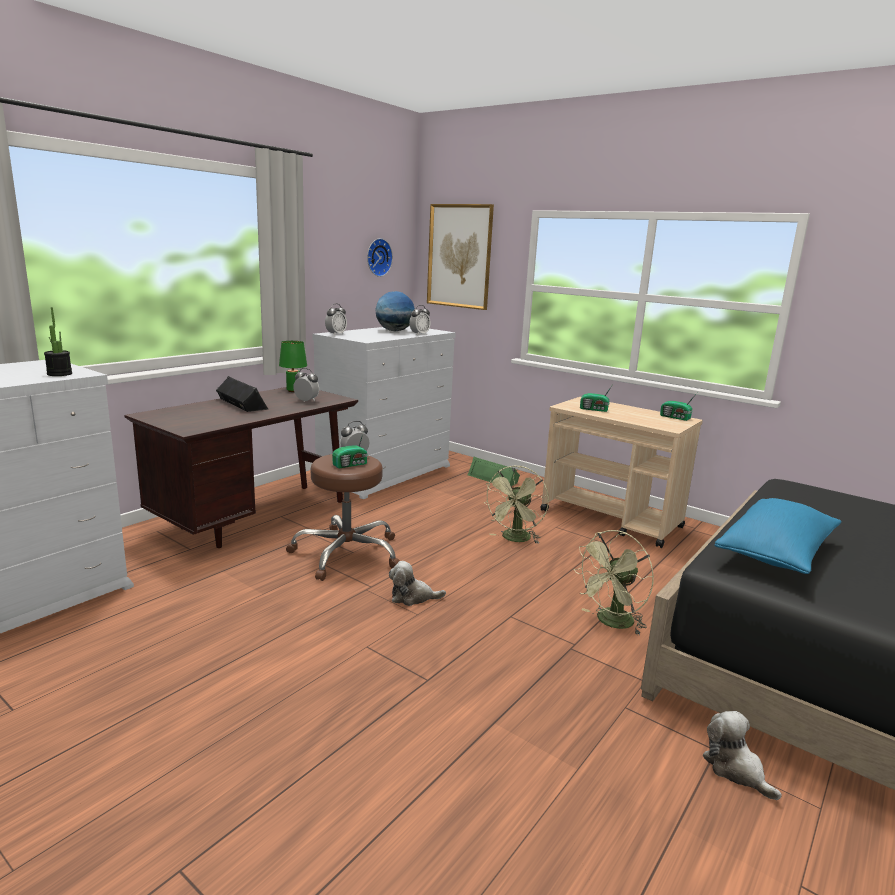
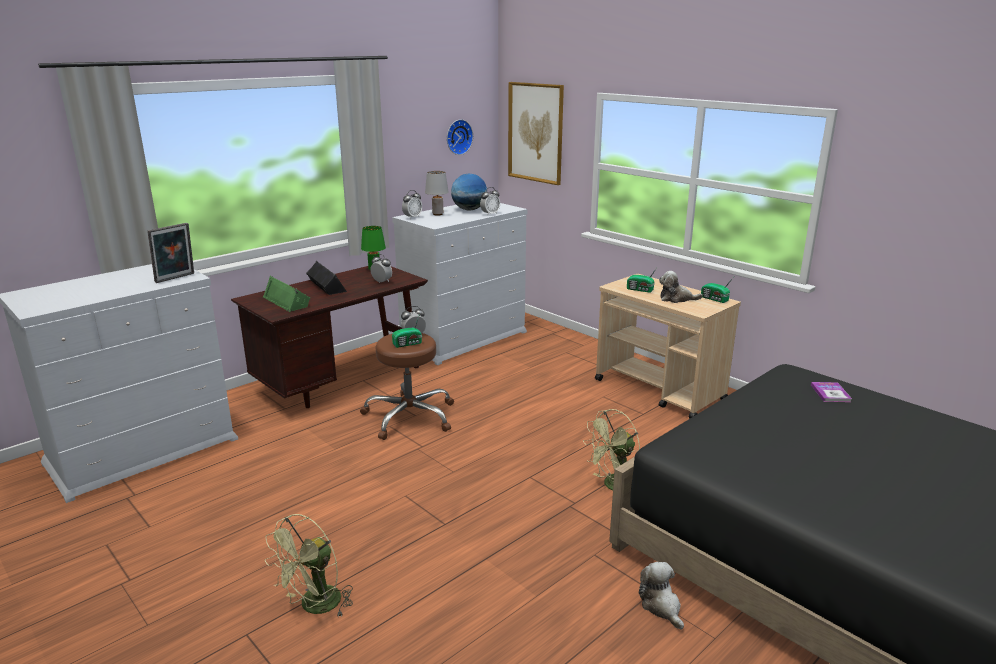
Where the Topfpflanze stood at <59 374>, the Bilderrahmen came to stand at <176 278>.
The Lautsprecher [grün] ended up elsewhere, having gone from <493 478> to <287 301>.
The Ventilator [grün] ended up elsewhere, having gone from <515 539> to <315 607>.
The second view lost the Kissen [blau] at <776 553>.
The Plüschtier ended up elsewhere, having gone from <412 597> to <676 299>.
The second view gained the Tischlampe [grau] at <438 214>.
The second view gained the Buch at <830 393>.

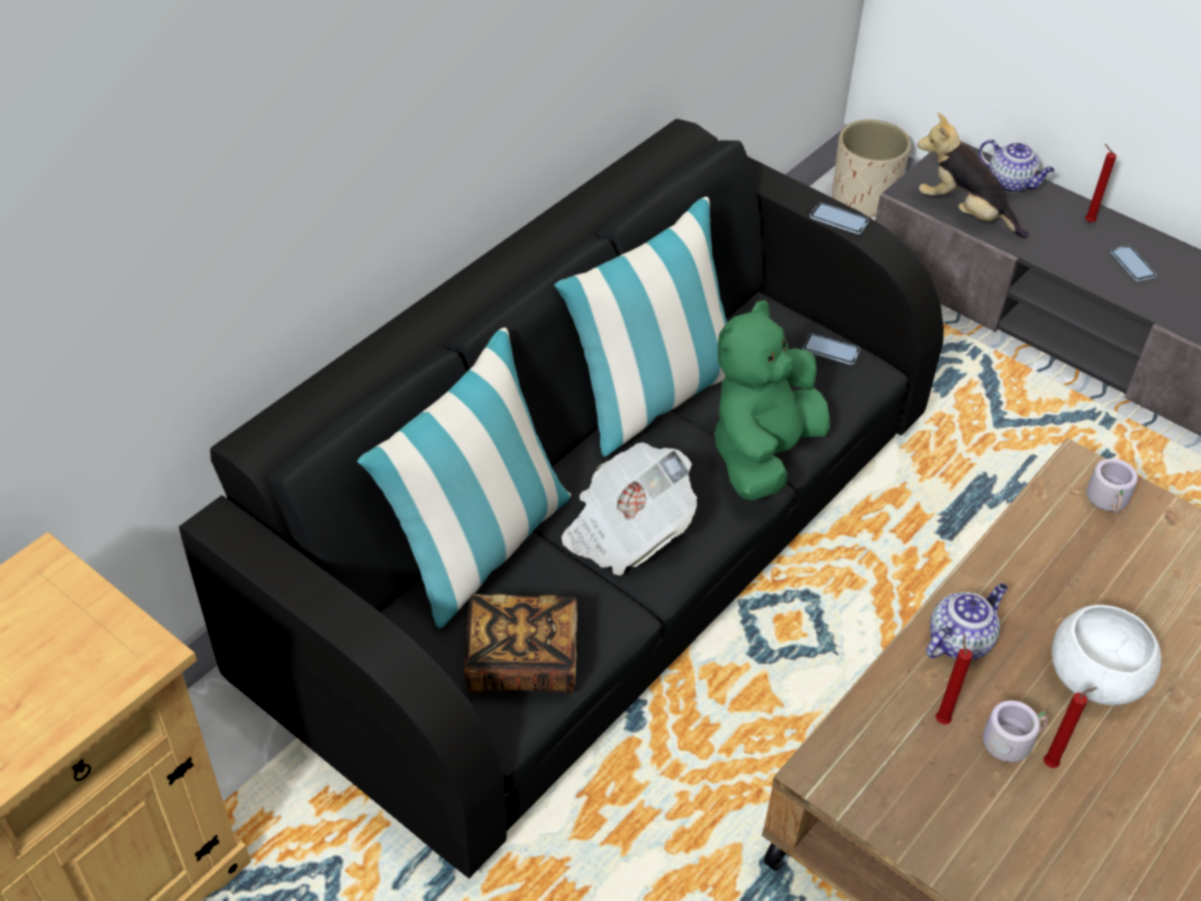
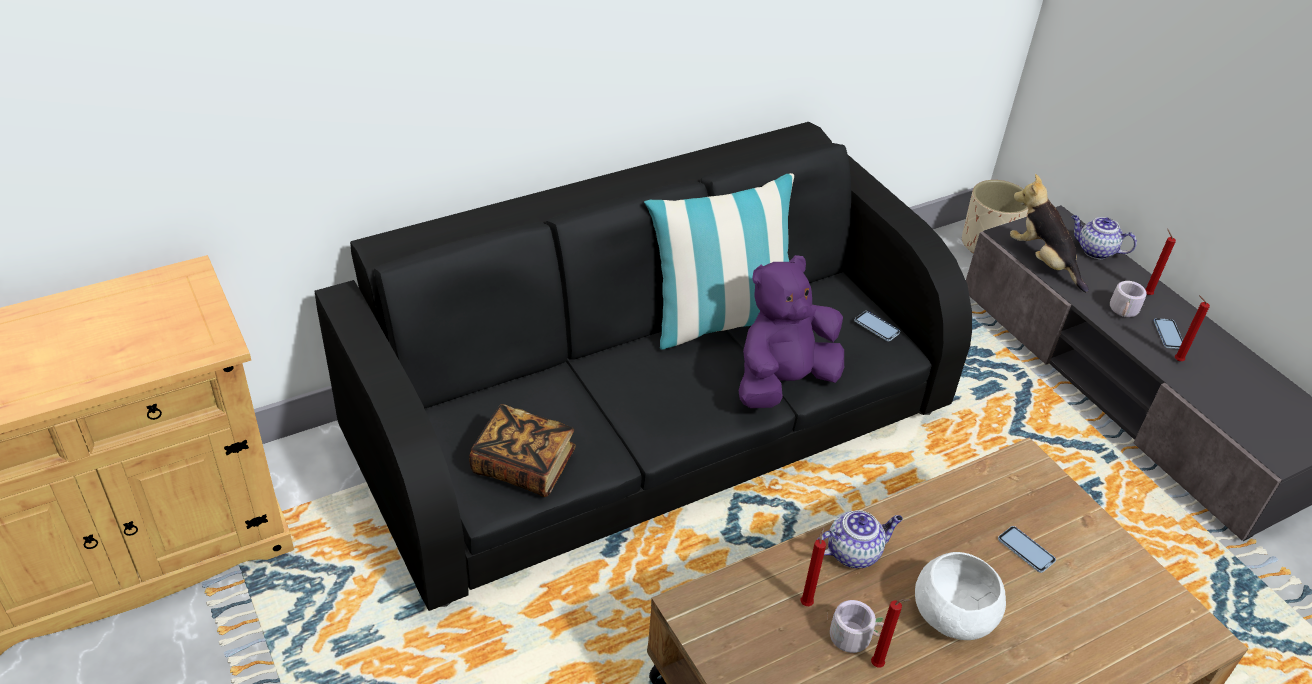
The Teekanne at <1011 183> ended up facing another way, 150 degrees clockwise from before.
The Handy ended up elsewhere, having gone from <839 220> to <1026 550>.
What was the Plüschtier [grün] at <762 453> turned into the Plüschtier [lila] at <782 382>.
The second view lost the Kissen at <480 548>.
The second view lost the Zeitung at <626 531>.
The Henkelbecher [grau] ended up elsewhere, having gone from <1110 502> to <1125 312>.
The second view gained the Kerze [rot] at <1176 360>.

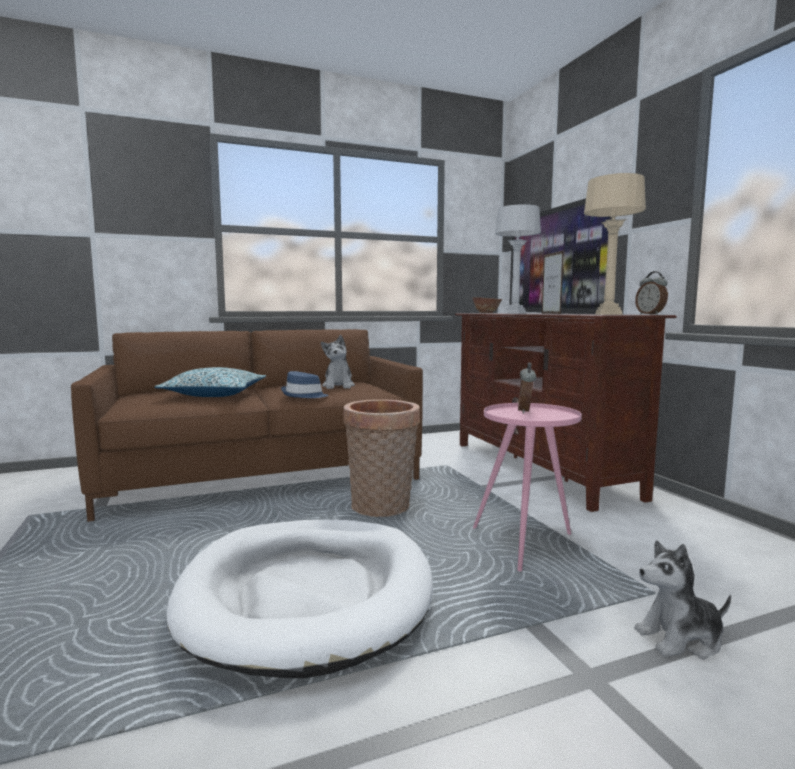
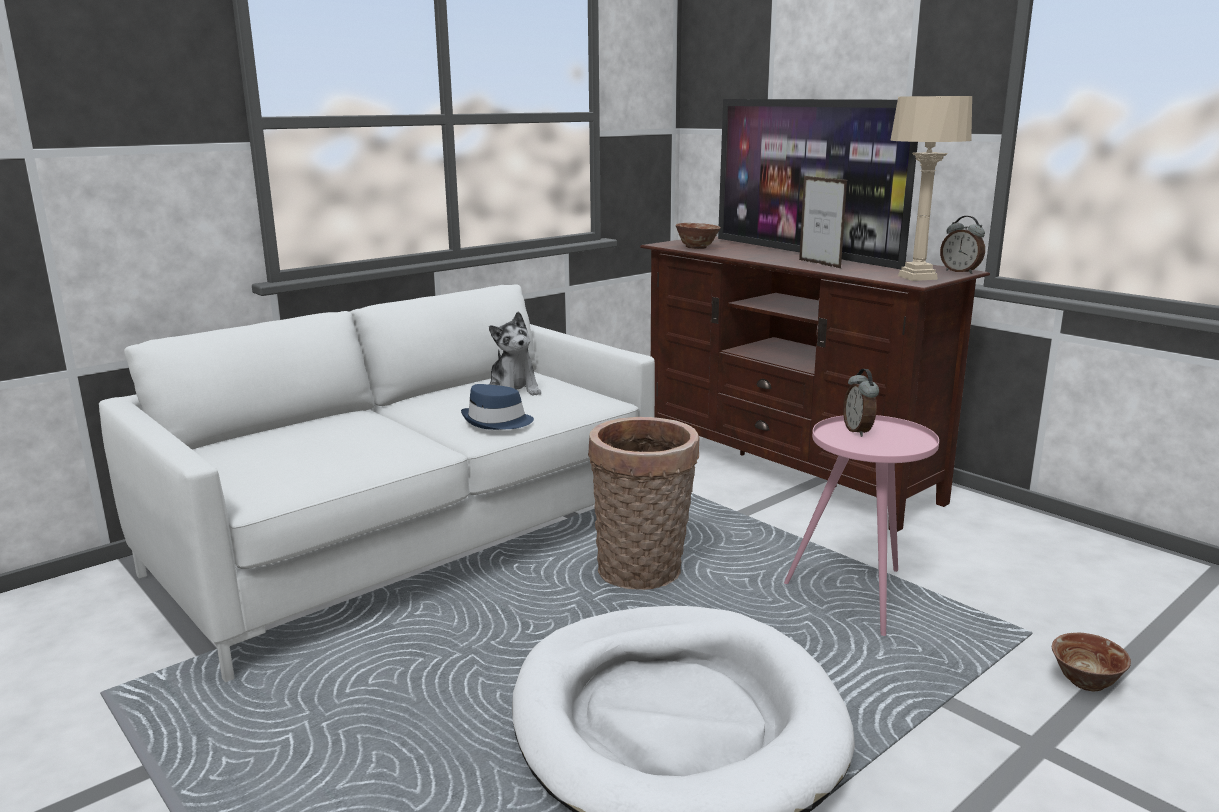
The second view lost the Tischlampe [grau] at <515 313>.
What was the Sofa [braun] at <262 475> turned into the Sofa [weiß] at <411 544>.
The second view lost the Kissen at <215 394>.
Where the Plüschtier stood at <680 639>, the Schüssel came to stand at <1086 682>.

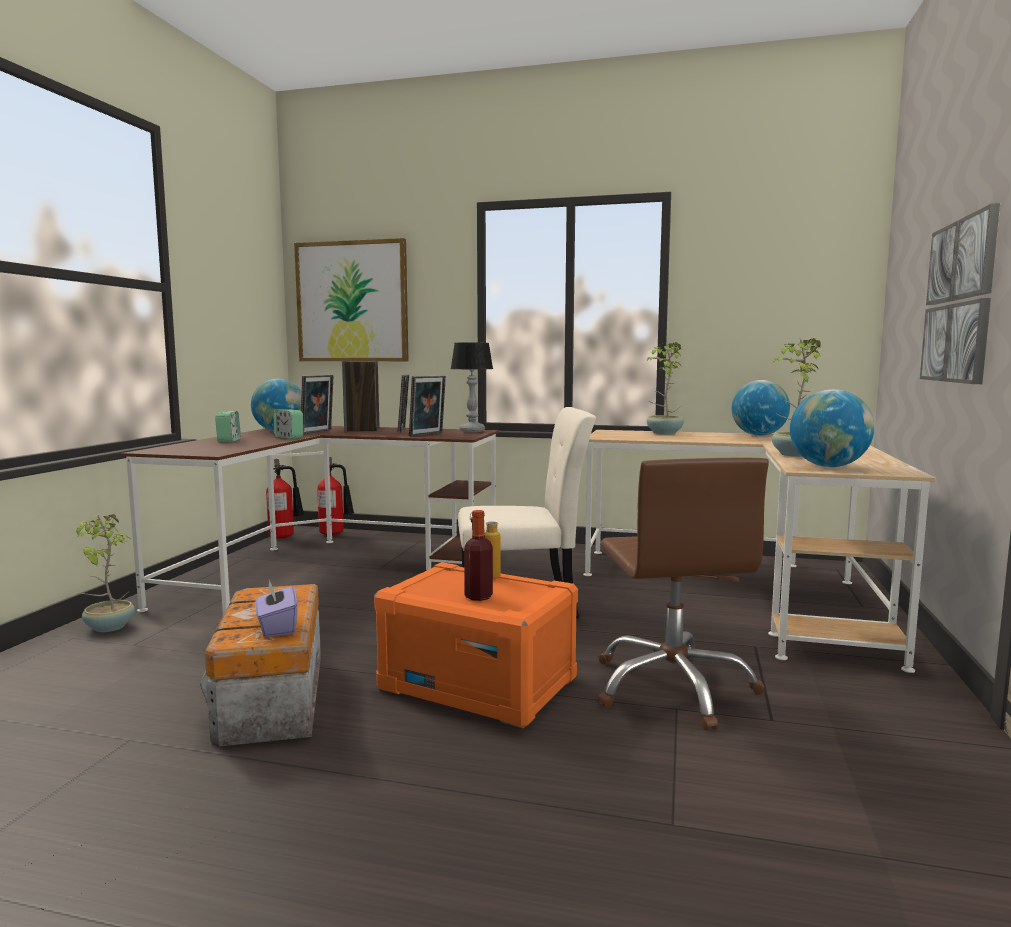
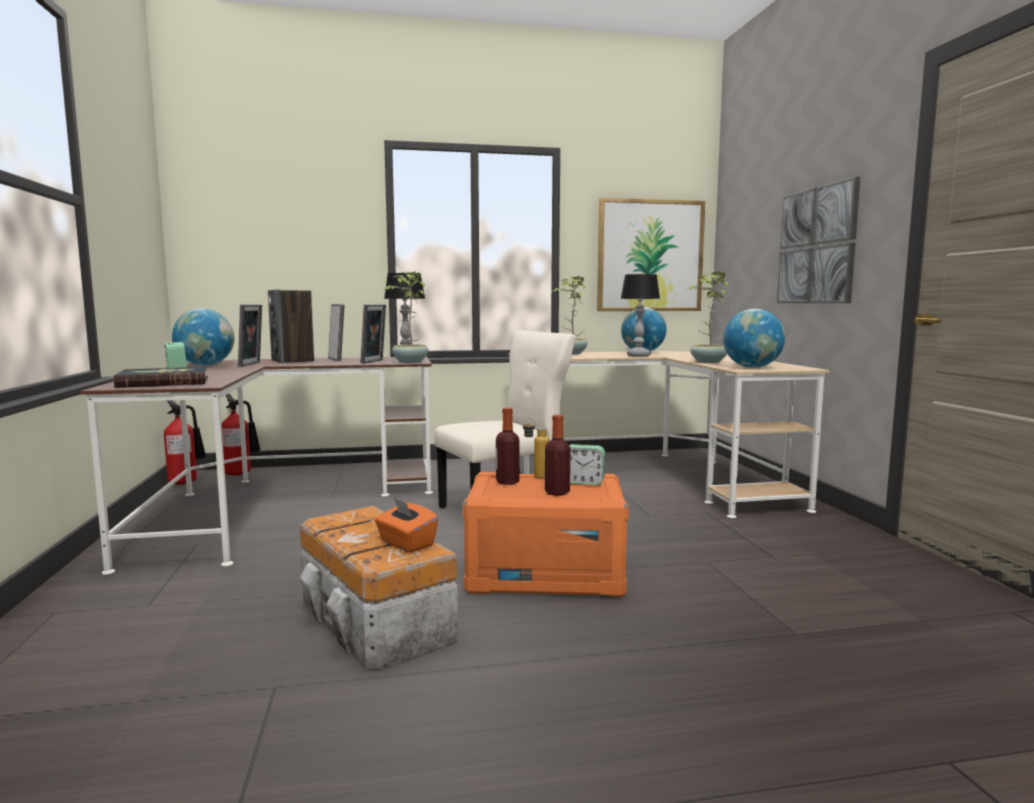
The Bild ended up elsewhere, having gone from <352 302> to <650 256>.
The Wecker ended up elsewhere, having gone from <289 437> to <583 482>.
The second view lost the Bürostuhl [braun] at <673 687>.
The Topfpflanze ended up elsewhere, having gone from <108 627> to <409 362>.
What was the Taschentuchbox [lila] at <277 627> turned into the Taschentuchbox [orange] at <406 544>.
The second view gained the Tischlampe at <638 355>.
The second view gained the Buch at <164 382>.
The second view gained the Flasche at <507 482>.

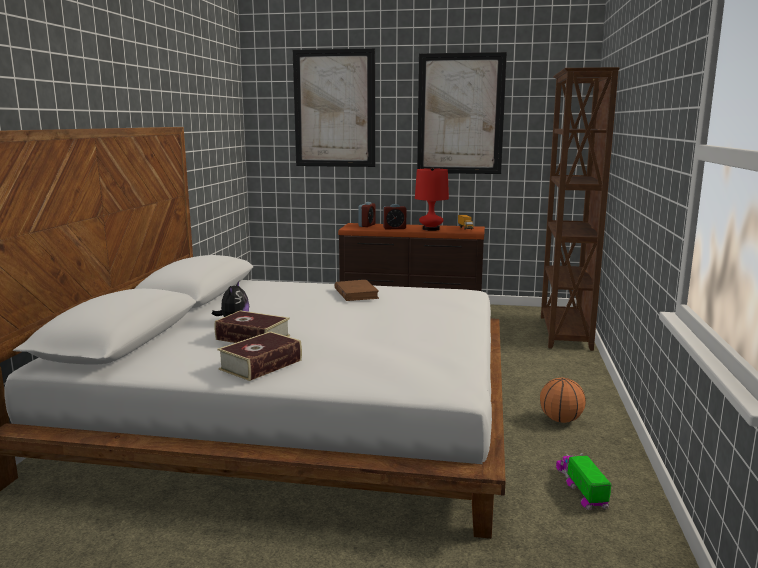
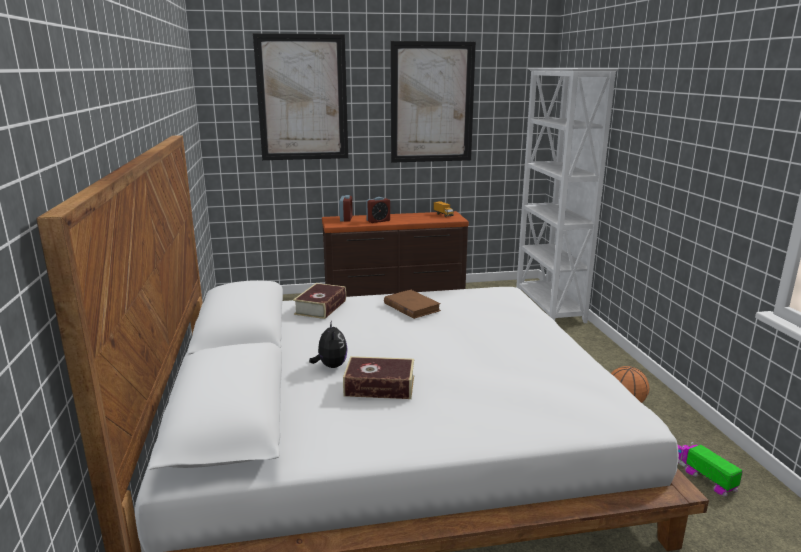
What was the Bücherregal [braun] at <564 333> turned into the Bücherregal [weiß] at <548 307>.
The second view lost the Tischlampe [rot] at <431 229>.
The Buch ended up elsewhere, having gone from <261 365> to <321 307>.

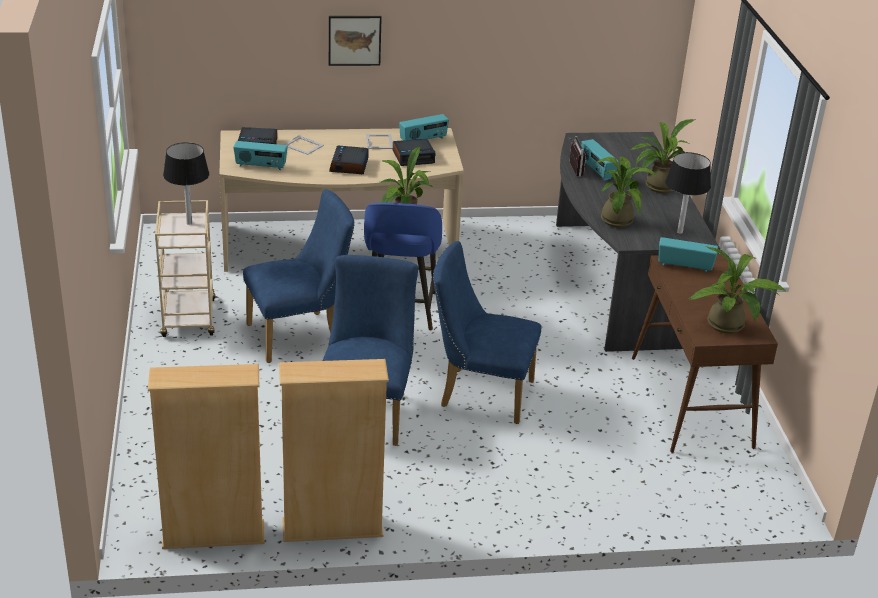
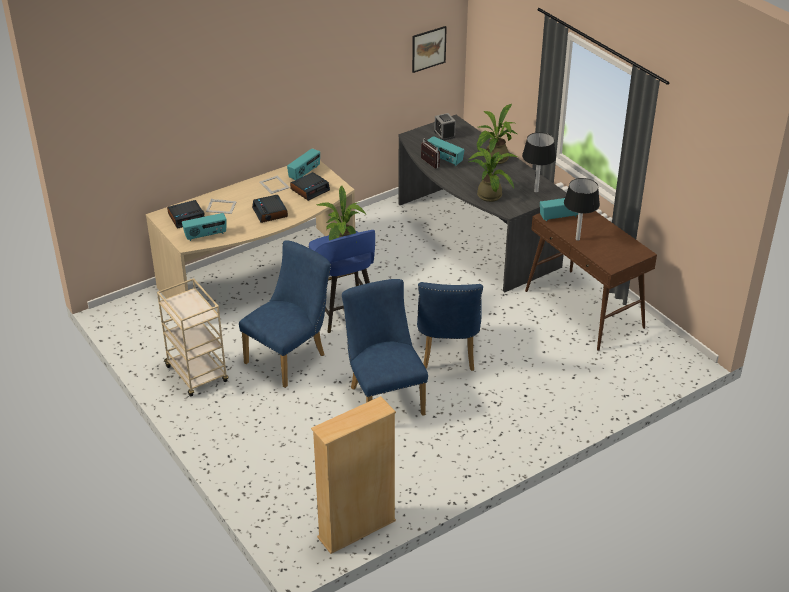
The Bild ended up elsewhere, having gone from <354 40> to <428 49>.
The Tischlampe [schwarz] ended up elsewhere, having gone from <189 223> to <577 239>.
The Stuhl [blau] at <479 393> ended up facing another way, 75 degrees counterclockwise from before.
The second view lost the Topfpflanze at <729 326>.
The second view lost the Bücherregal [beige] at <332 528>.
The second view gained the Wecker at <444 134>.

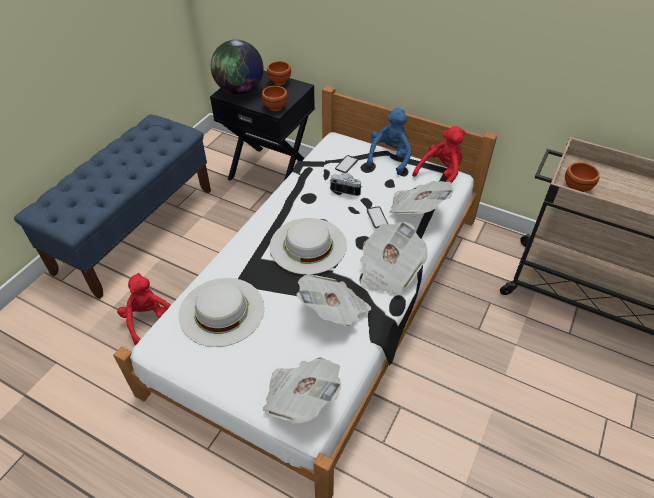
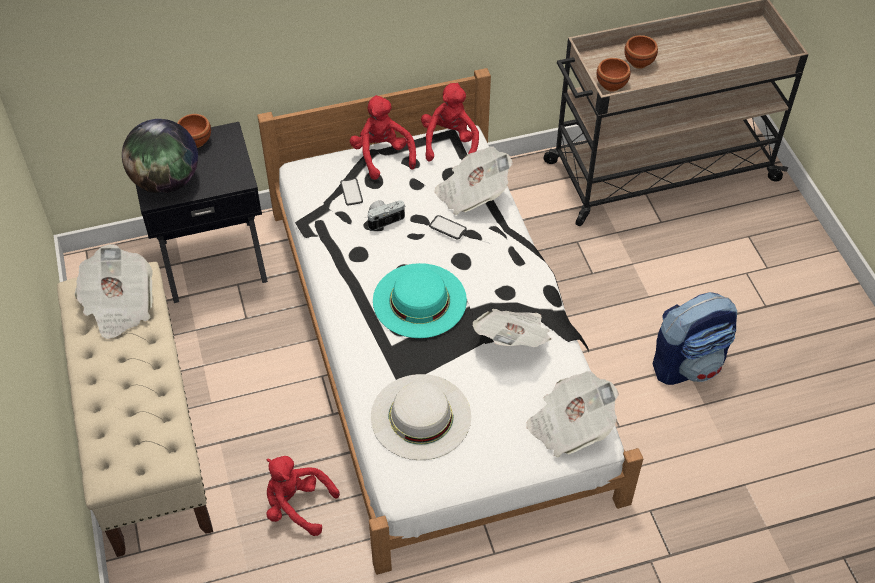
The Schüssel [braun] ended up elsewhere, having gone from <276 107> to <639 62>.
What was the Plüschtier [blau] at <389 157> turned into the Plüschtier [rot] at <382 155>.
What was the Bank [blau] at <136 229> turned into the Bank [beige] at <146 435>.
What was the Hut [weiß] at <308 245> turned into the Hut [türkis] at <419 300>.
The Zeitung ended up elsewhere, having gone from <388 270> to <119 305>.
The second view gained the Rucksack at <688 364>.

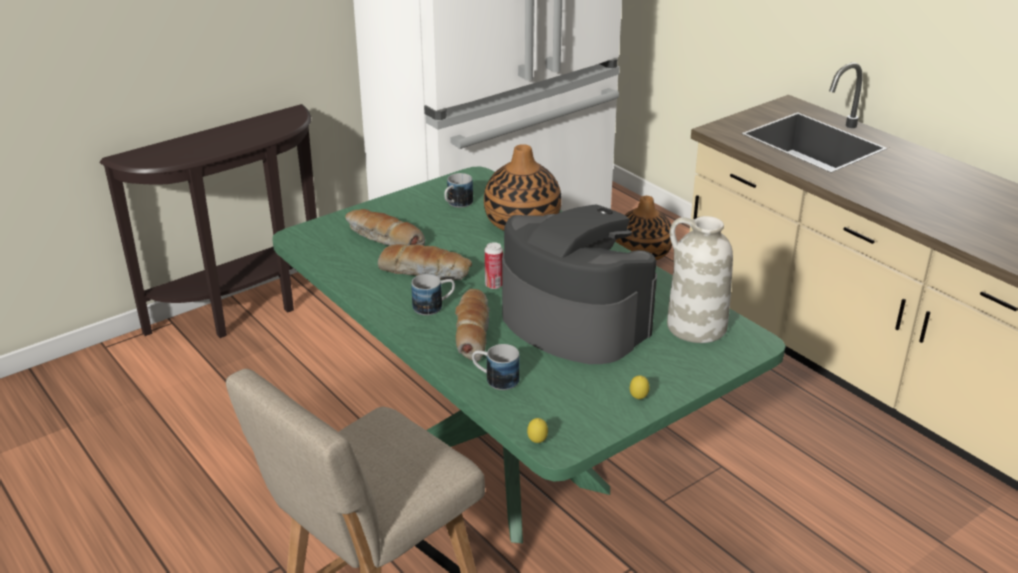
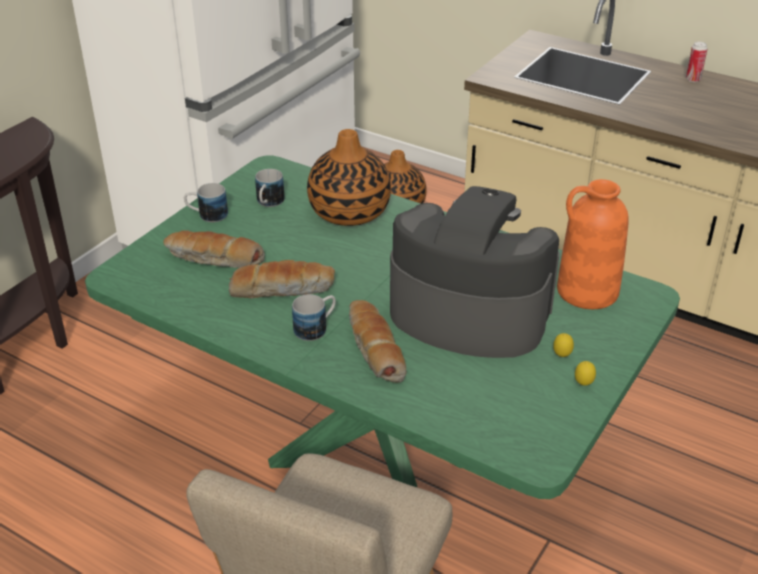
What was the Vase [weiß] at <695 327> turned into the Vase [orange] at <586 292>.
The Dose ended up elsewhere, having gone from <494 285> to <693 79>.
The Henkelbecher ended up elsewhere, having gone from <495 379> to <207 215>.
The Zitrone ended up elsewhere, having gone from <537 442> to <561 356>.

